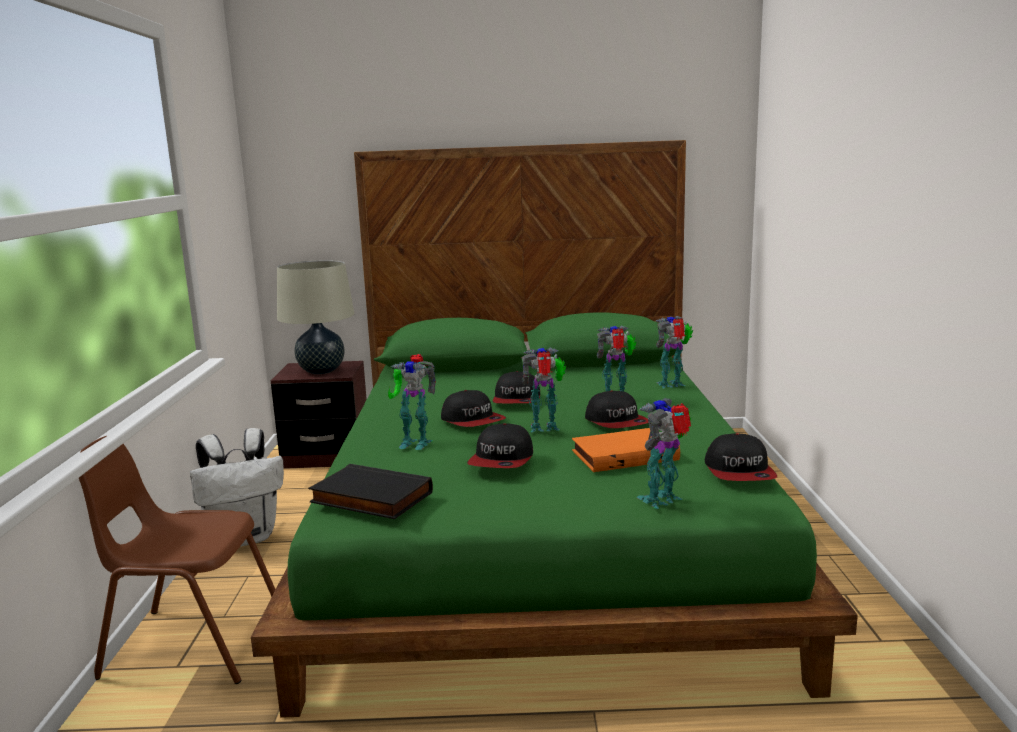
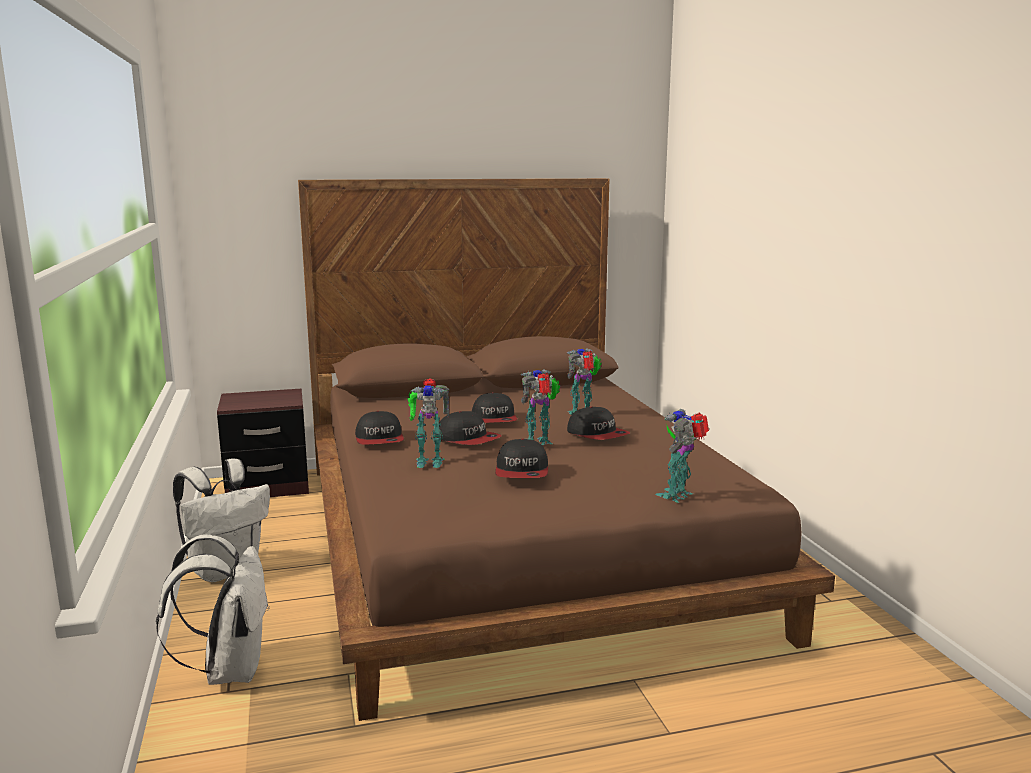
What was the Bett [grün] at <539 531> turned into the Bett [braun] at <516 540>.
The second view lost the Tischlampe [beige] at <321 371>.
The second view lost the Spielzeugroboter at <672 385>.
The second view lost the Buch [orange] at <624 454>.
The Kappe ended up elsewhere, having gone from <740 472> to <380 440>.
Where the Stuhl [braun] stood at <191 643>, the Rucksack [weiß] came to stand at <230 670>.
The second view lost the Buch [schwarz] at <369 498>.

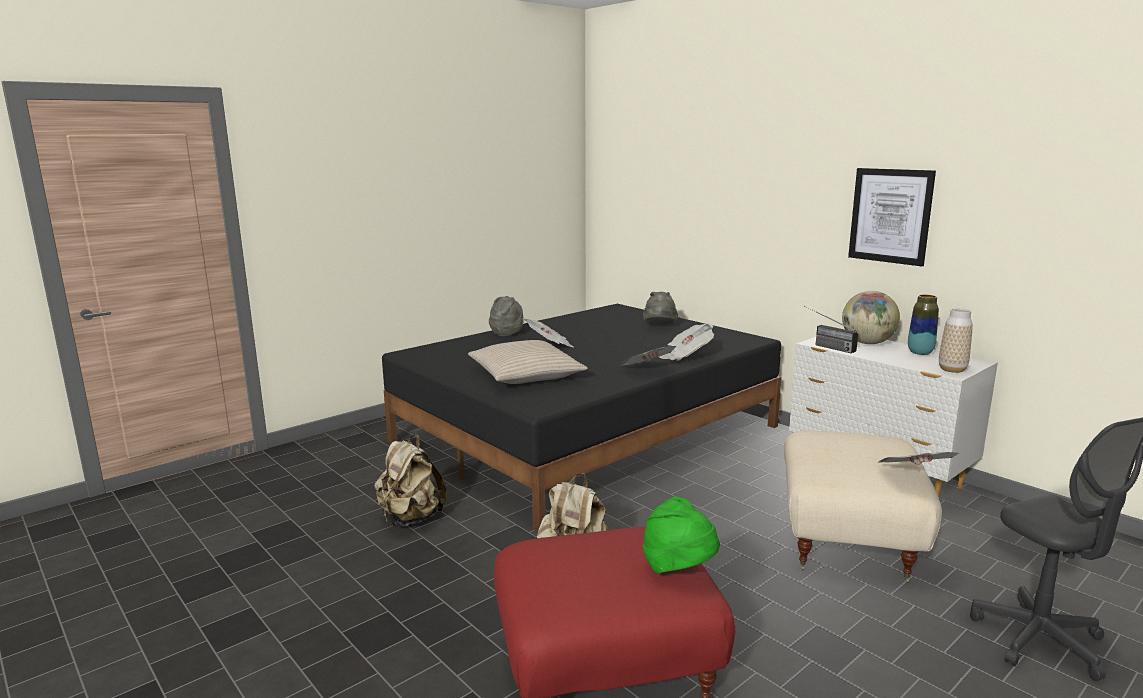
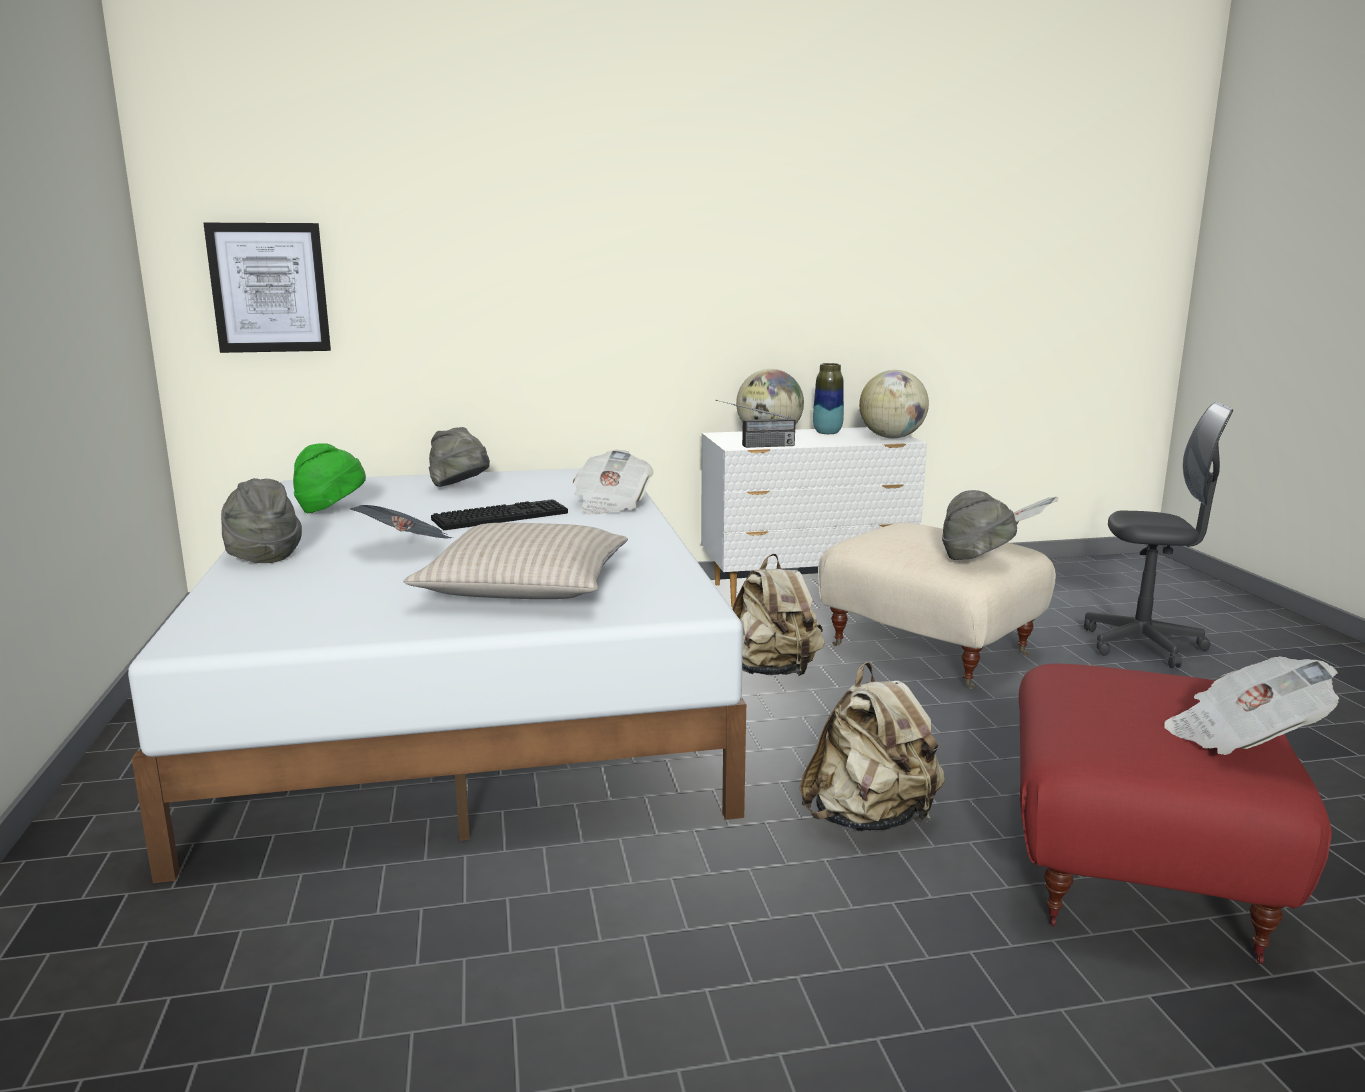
The Bild ended up elsewhere, having gone from <890 216> to <269 288>.
What was the Bett [schwarz] at <587 434> turned into the Bett [weiß] at <468 691>.
Where the Vase stood at <952 369>, the Globus came to stand at <892 437>.
The Zeitung ended up elsewhere, having gone from <647 370> to <1242 738>.
The Rucksack [beige] ended up elsewhere, having gone from <410 519> to <772 672>.
The Hut [grün] ended up elsewhere, having gone from <679 569> to <331 509>.
The second view gained the Hut [grau] at <975 558>.
The second view gained the Tastatur at <501 516>.

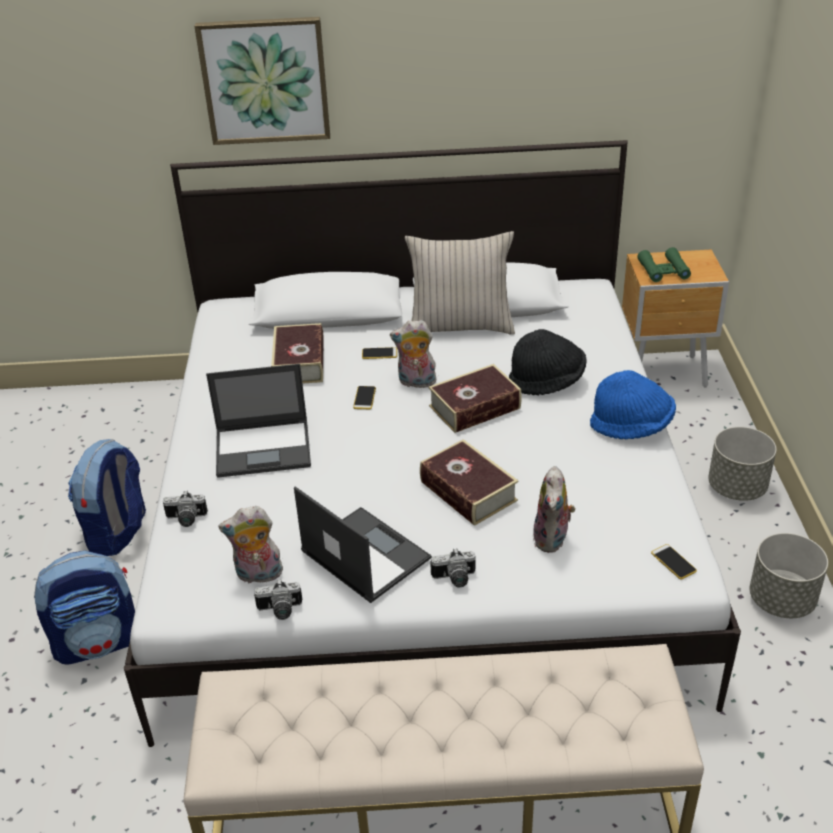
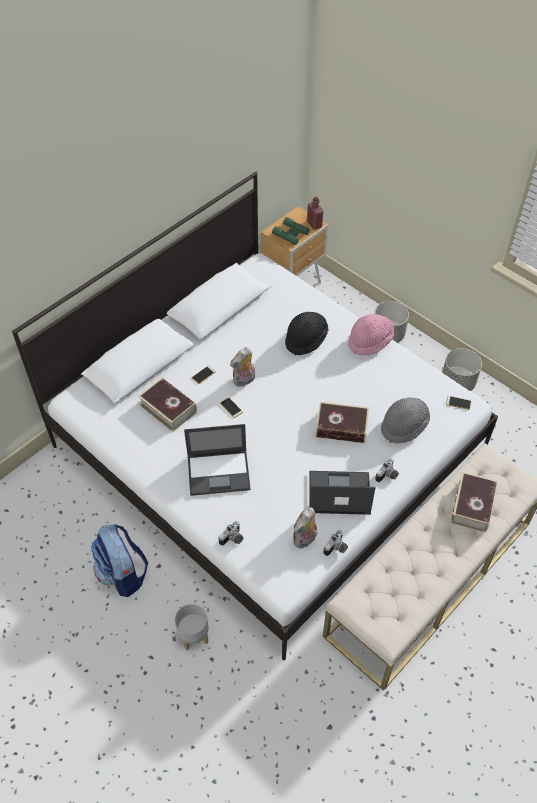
The second view lost the Bild at <265 80>.
The second view lost the Kissen [beige] at <460 326>.
The Laptop at <264 448> ended up facing another way, 45 degrees clockwise from before.
The Buch ended up elsewhere, having gone from <474 407> to <472 505>.
What was the Hut [blau] at <631 426> turned into the Hut [rosa] at <370 341>.
Where the Plüschtier stood at <552 539>, the Hut [grau] came to stand at <403 426>.
Where the Rucksack stood at <99 642>, the Pflanzkübel [grau] came to stand at <193 635>.
The second view gained the Flasche [rot] at <314 224>.

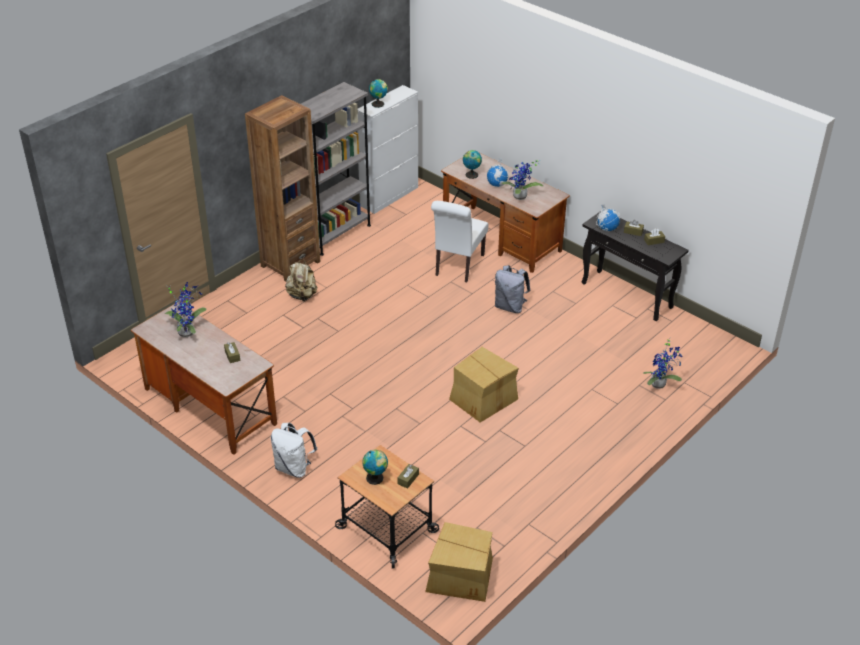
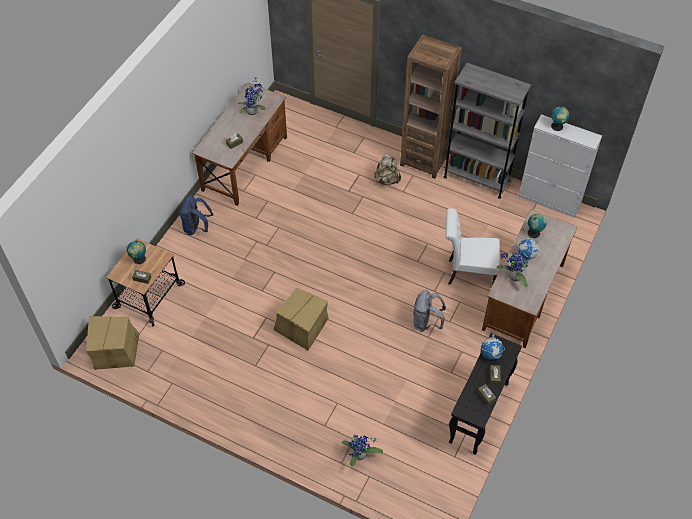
What was the Rucksack [weiß] at <294 468> turned into the Rucksack [blau] at <197 228>.

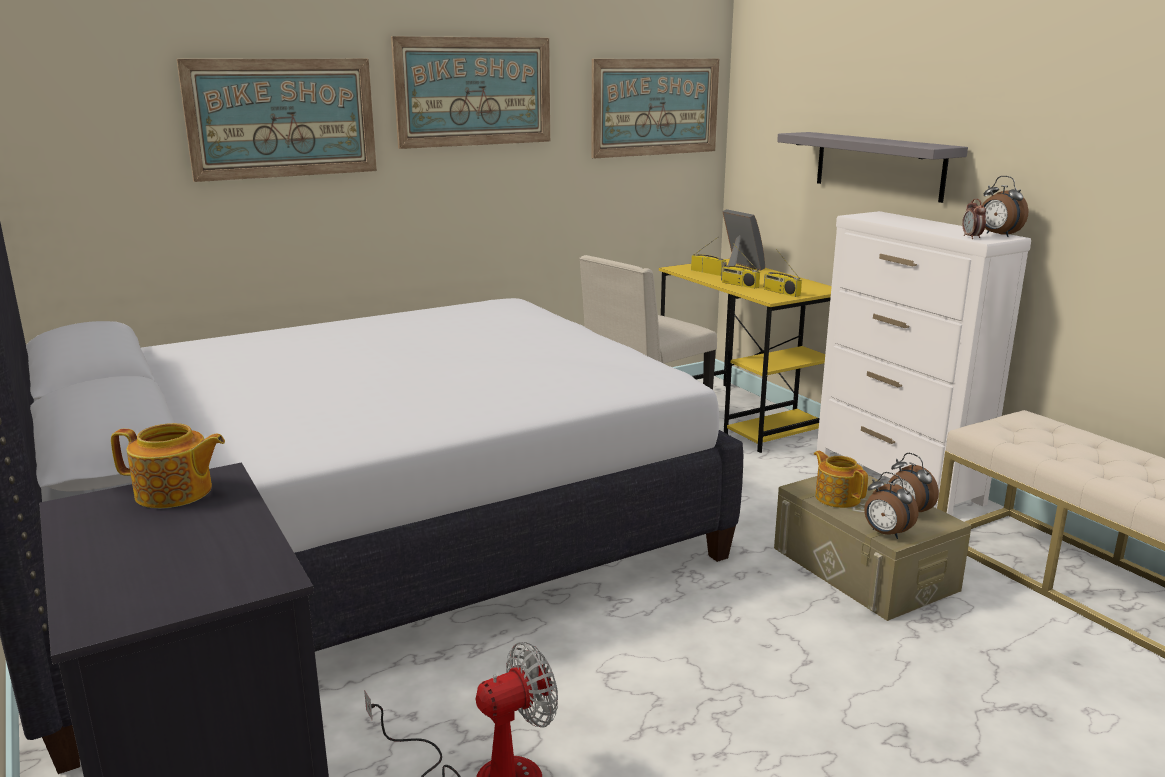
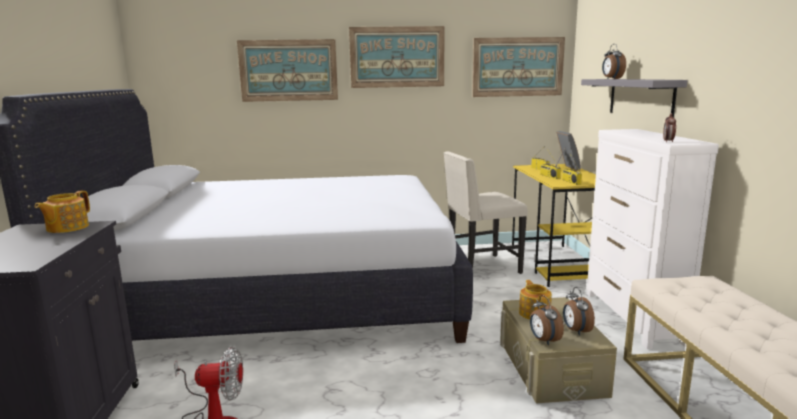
The Wecker ended up elsewhere, having gone from <998 235> to <611 79>.
The Teekanne at <175 493> ended up facing another way, 75 degrees clockwise from before.

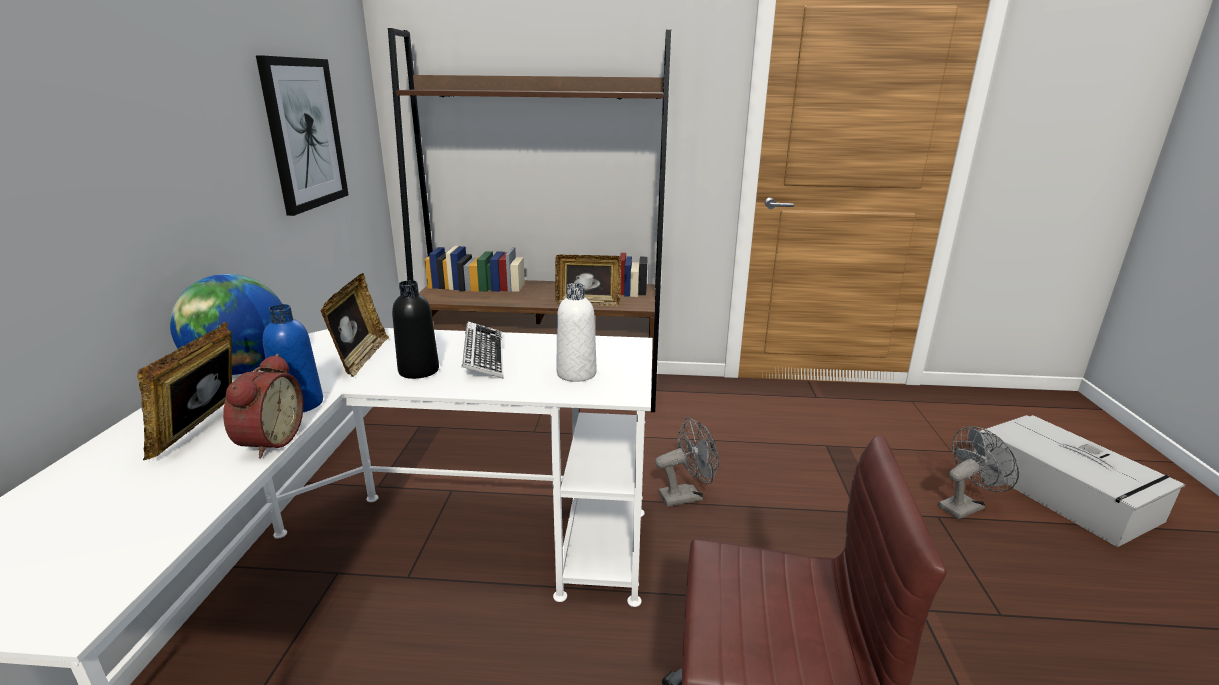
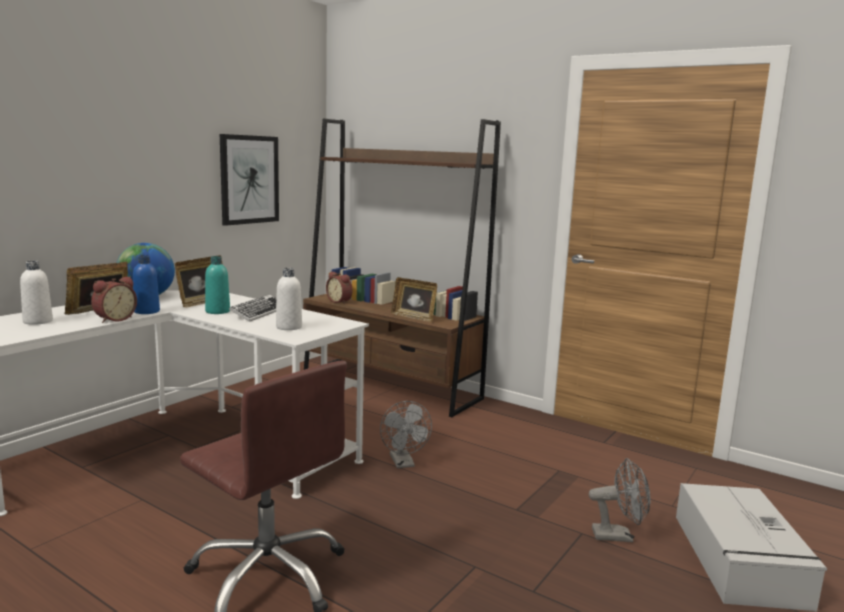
What was the Flasche [schwarz] at <419 370> turned into the Flasche [türkis] at <217 311>.
The Ventilator [grau] at <686 496> ended up facing another way, 60 degrees clockwise from before.
The second view gained the Flasche [weiß] at <38 321>.
The second view gained the Wecker at <340 301>.

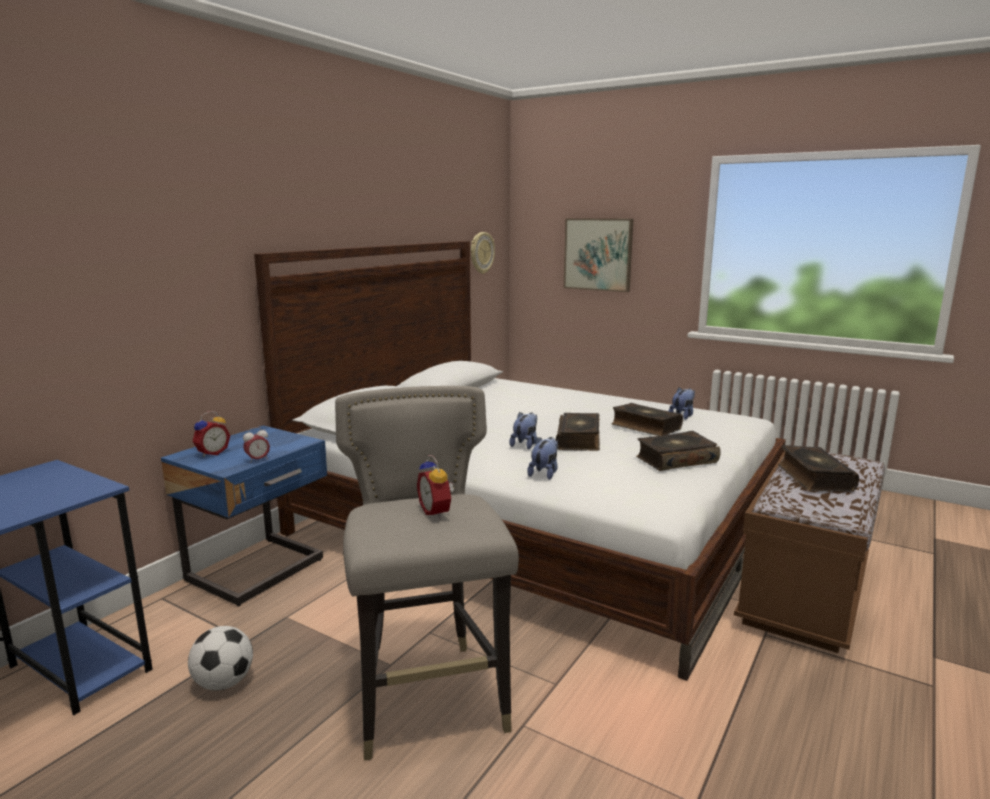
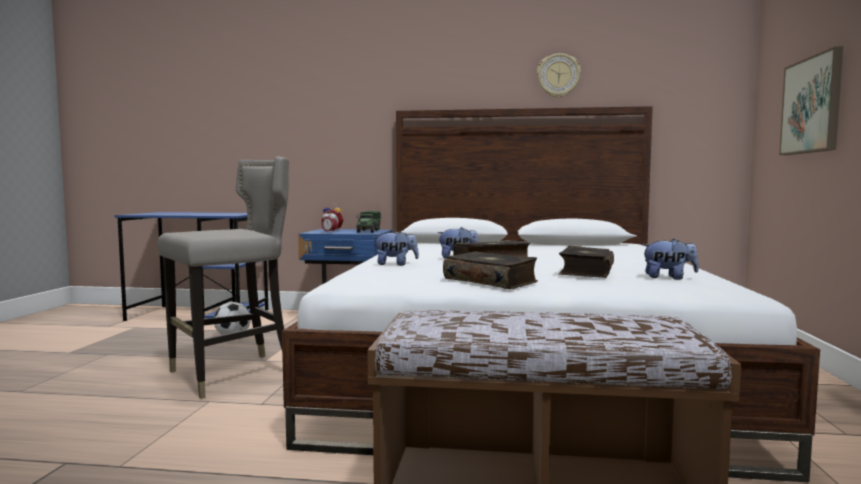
The Wanduhr ended up elsewhere, having gone from <481 253> to <558 76>.
The second view lost the Buch at <813 478>.
The second view lost the Wecker at <437 512>.
The second view gained the Spielzeuglaster at <368 231>.

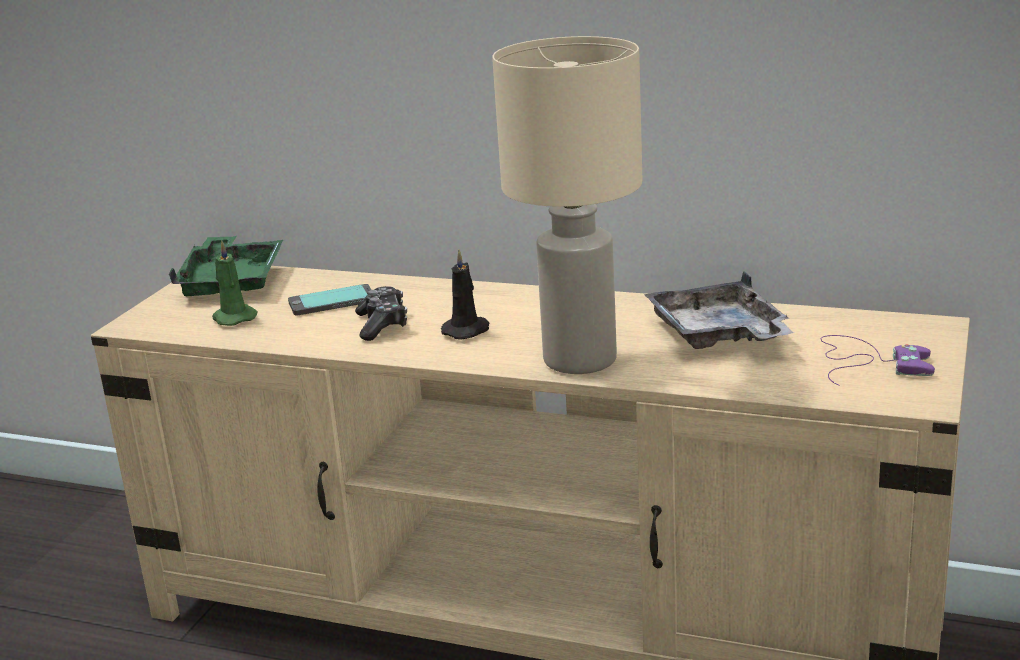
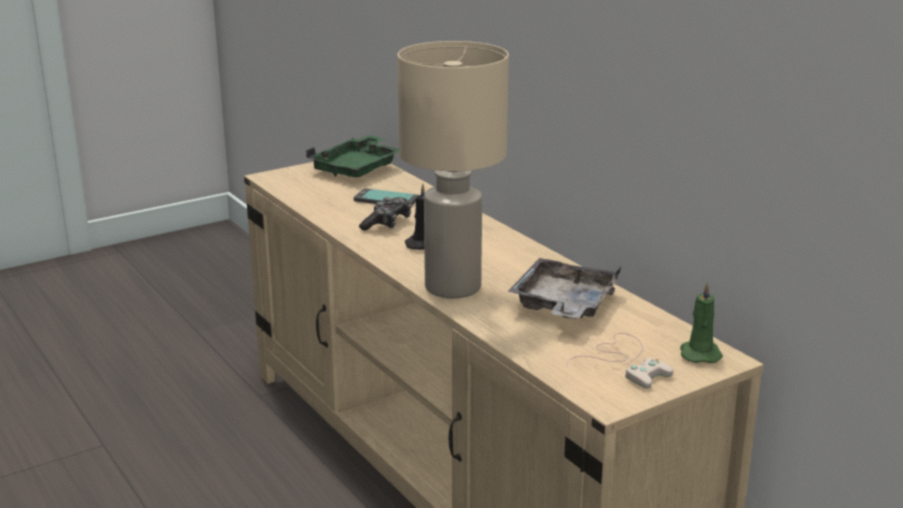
The Kerze [grün] ended up elsewhere, having gone from <233 318> to <699 354>.
What was the Gamepad [lila] at <867 362> turned into the Gamepad [weiß] at <624 362>.

